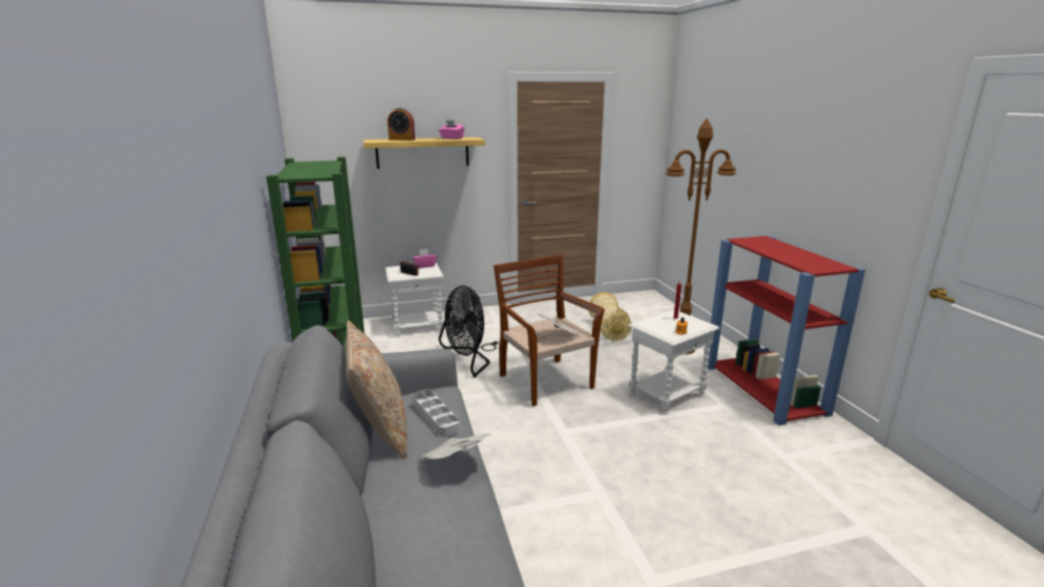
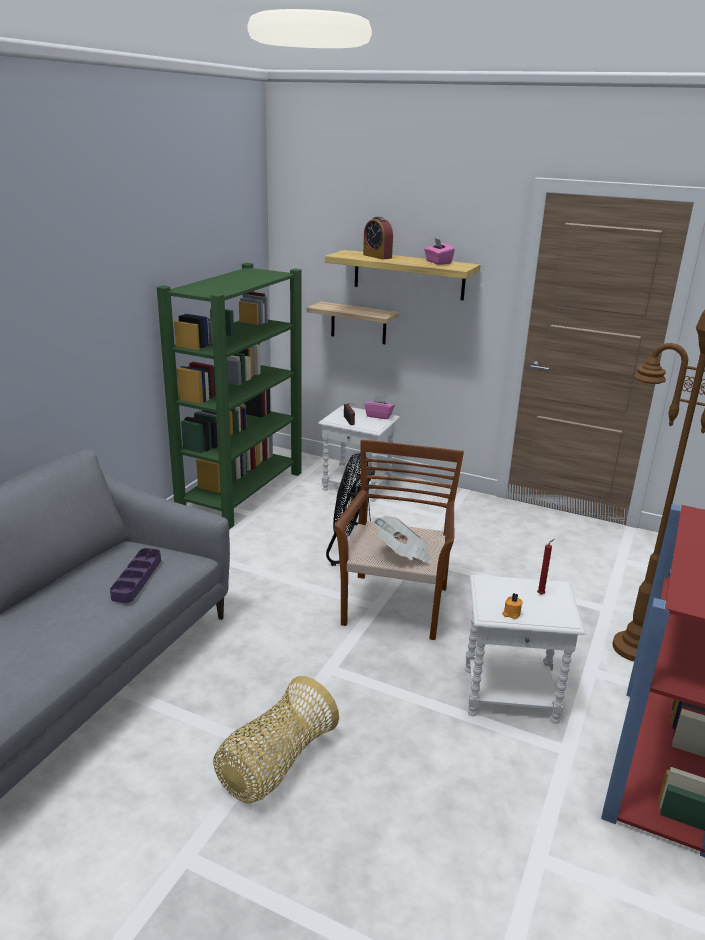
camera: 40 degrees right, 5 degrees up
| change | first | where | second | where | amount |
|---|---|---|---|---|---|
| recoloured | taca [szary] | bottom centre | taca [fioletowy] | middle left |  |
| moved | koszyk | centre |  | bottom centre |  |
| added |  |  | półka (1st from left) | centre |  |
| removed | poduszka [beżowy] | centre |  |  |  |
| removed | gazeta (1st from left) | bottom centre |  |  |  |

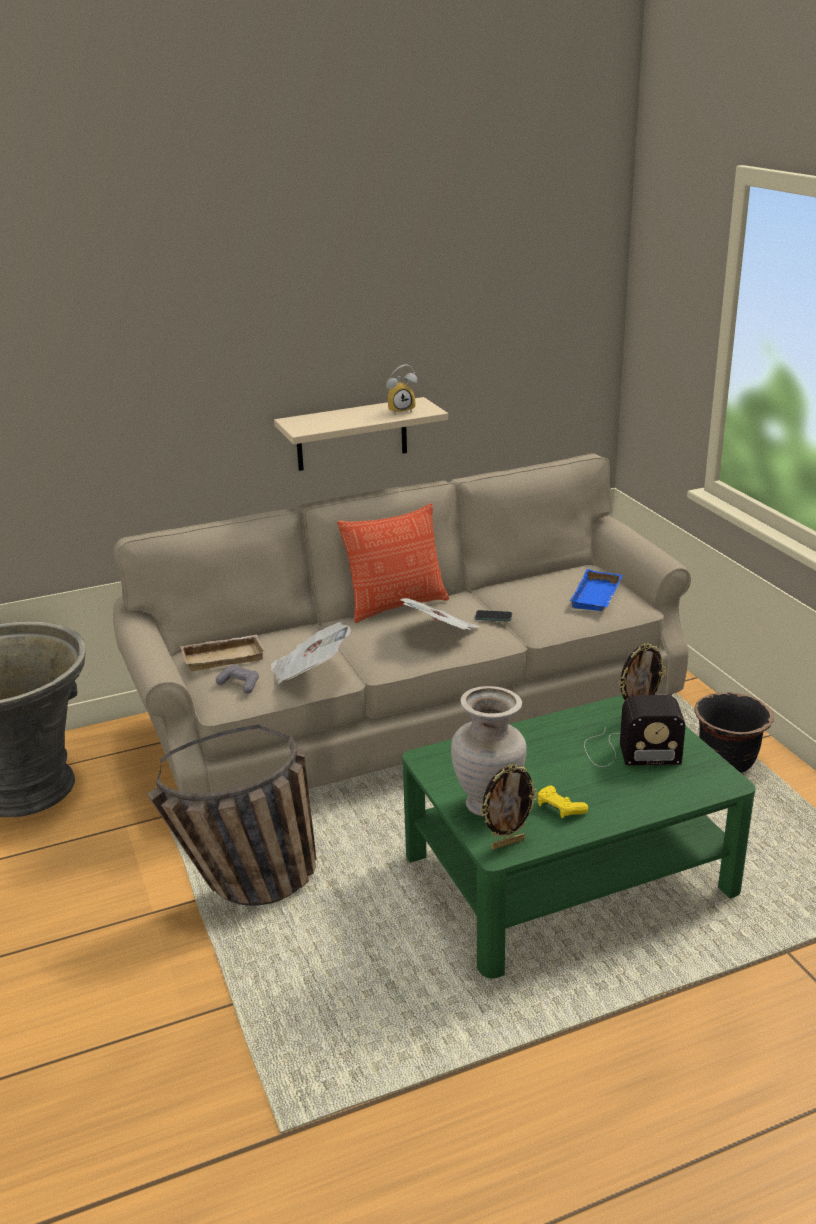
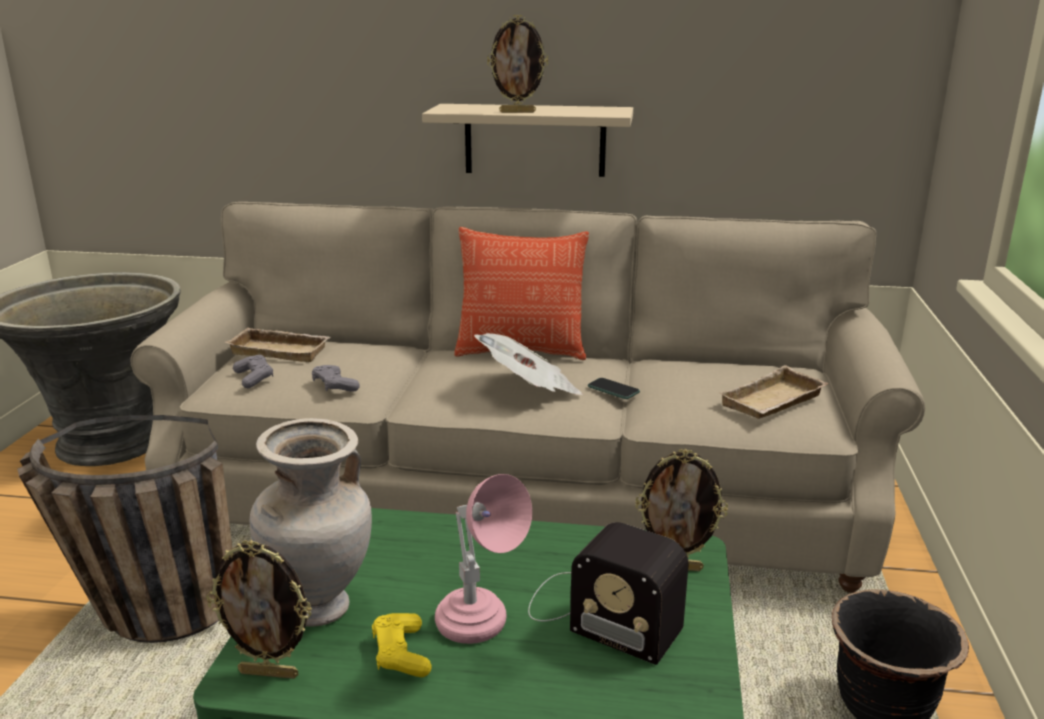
camera: 30 degrees right, 5 degrees down
| change | first | where | second | where | amount |
|---|---|---|---|---|---|
| replaced | gazeta (1st from left) | centre | pad do gier [szary] (2nd from left) | middle left |  |
| added |  |  | lampa stołowa [różowy] | bottom centre |  |
| added |  |  | ramka na zdjęcie (2nd from left) | top centre |  |
| recoloured | taca [niebieski] | middle right | taca [beżowy] (2nd from left) | middle right |  |
| removed | budzik | top centre |  |  |  |

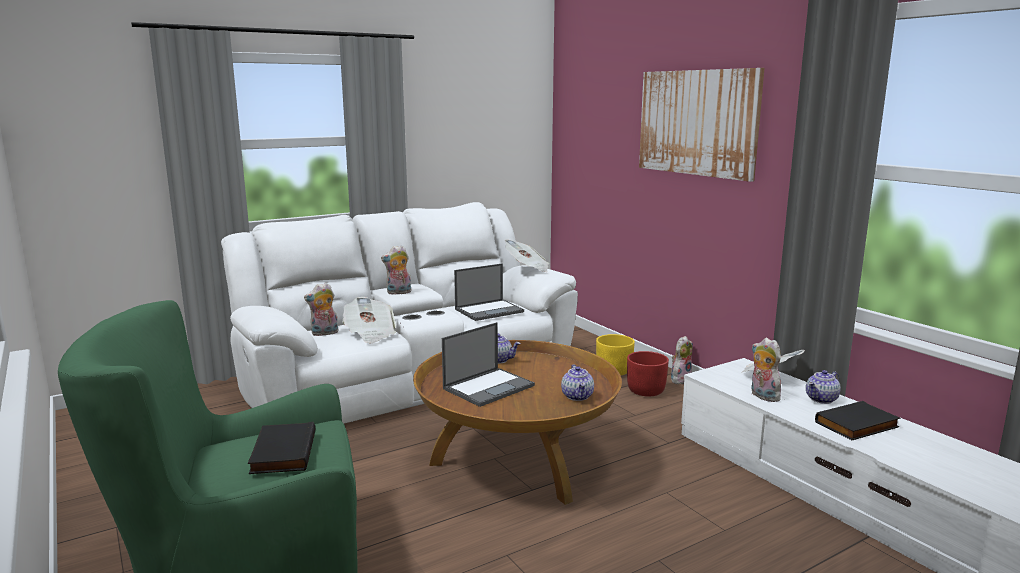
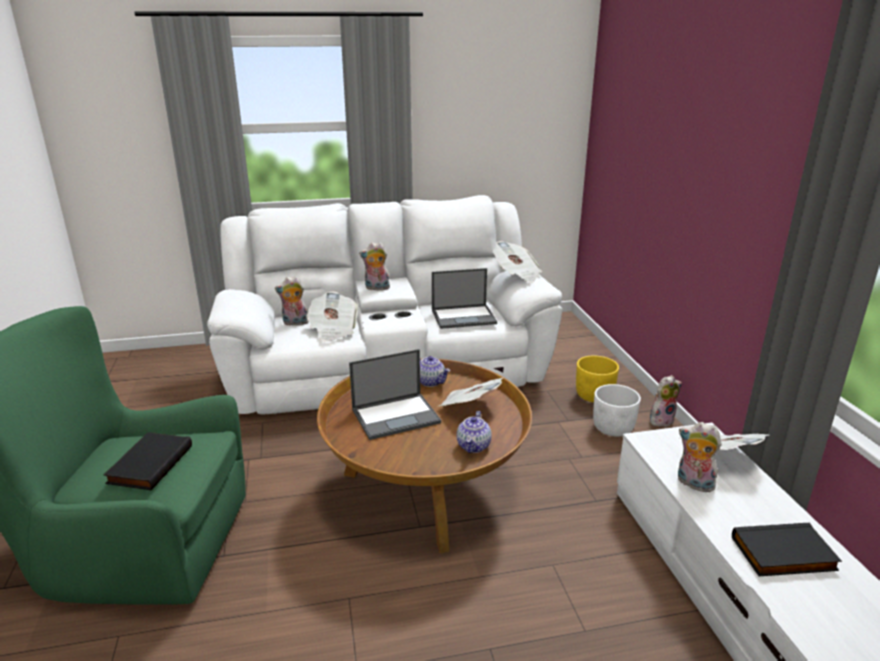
camera: 20 degrees right, 10 degrees up
| change | first | where | second | where | amount |
|---|---|---|---|---|---|
| added |  |  | gazeta (2nd from left) | centre |  |
| recoloured | donica [czerwony] | centre | donica [biały] | middle right |  |
| turned | pluszak (4th from left) | middle right |  | bottom right | 45 degrees counterclockwise |
| removed | obraz | top right |  |  |  |
| removed | imbryk (3rd from left) | bottom right |  |  |  |

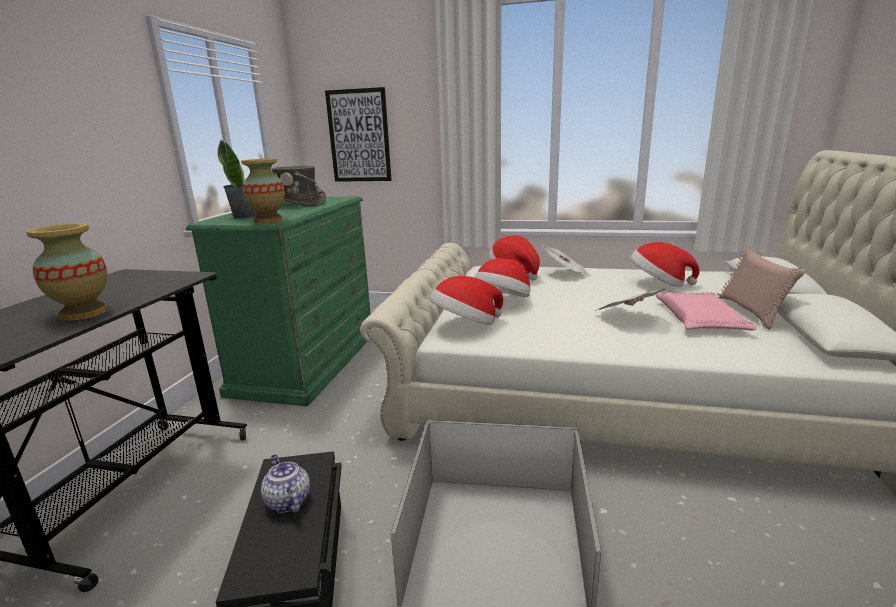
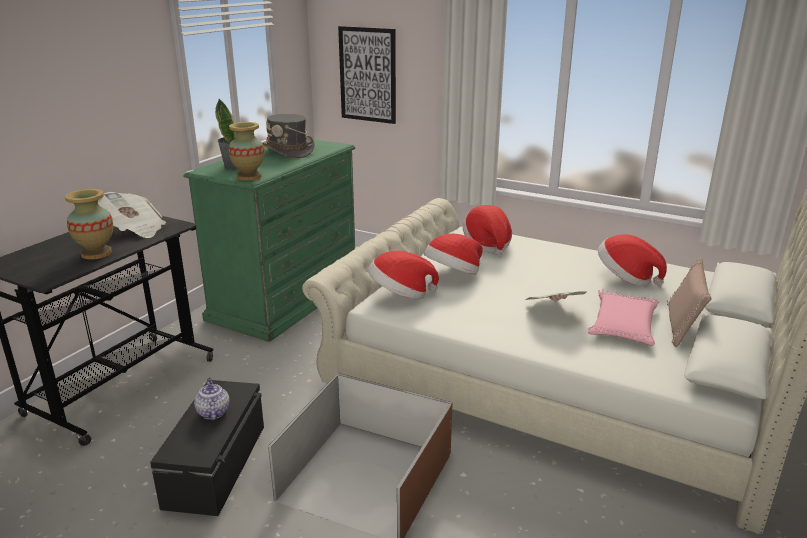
camera: 15 degrees right, 5 degrees up
| change | first | where | second | where | amount |
|---|---|---|---|---|---|
| moved | gazeta (1st from left) | centre |  | middle left |  |

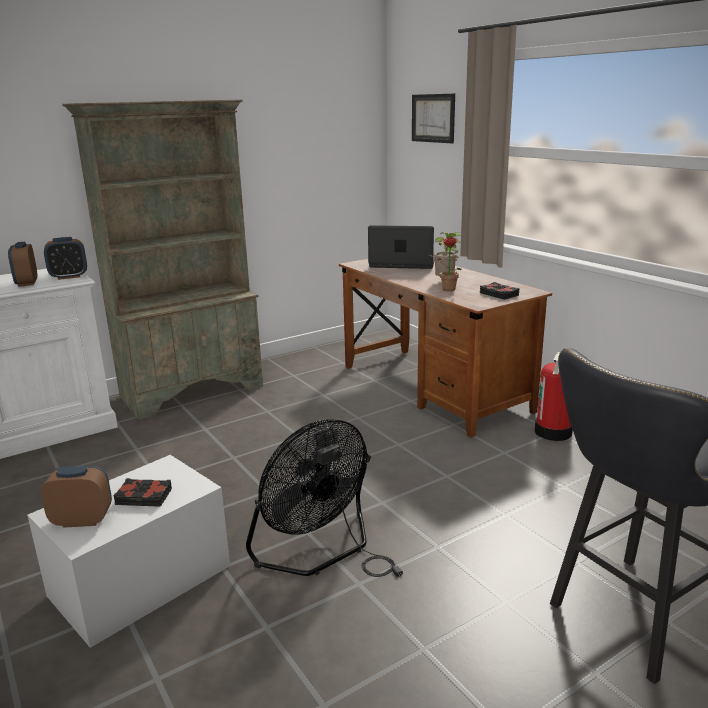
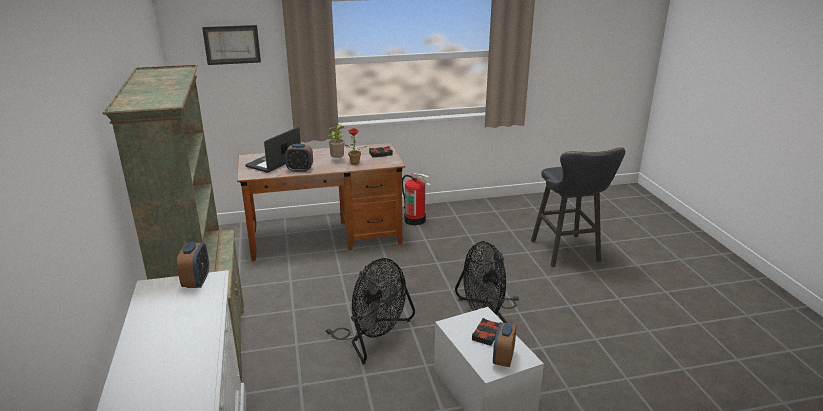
camera: 70 degrees left, 5 degrees up
| change | first | where | second | where | amount |
|---|---|---|---|---|---|
| moved | budzik (1st from left in the first image) | middle left | budzik (2nd from left) | centre |  |
| added |  |  | wentylator [czarny] (1st from left) | bottom centre |  |

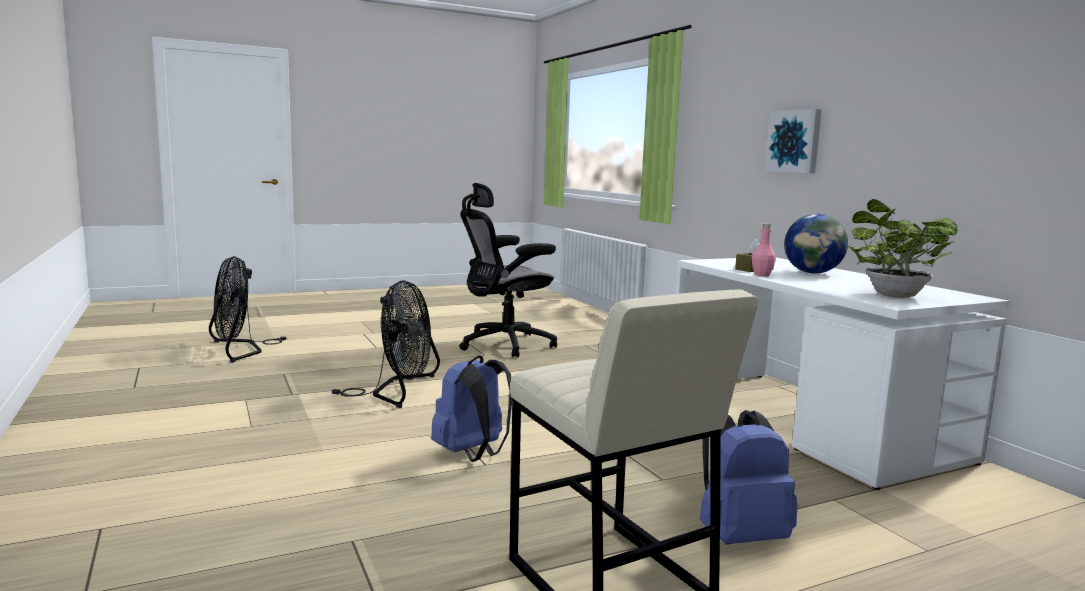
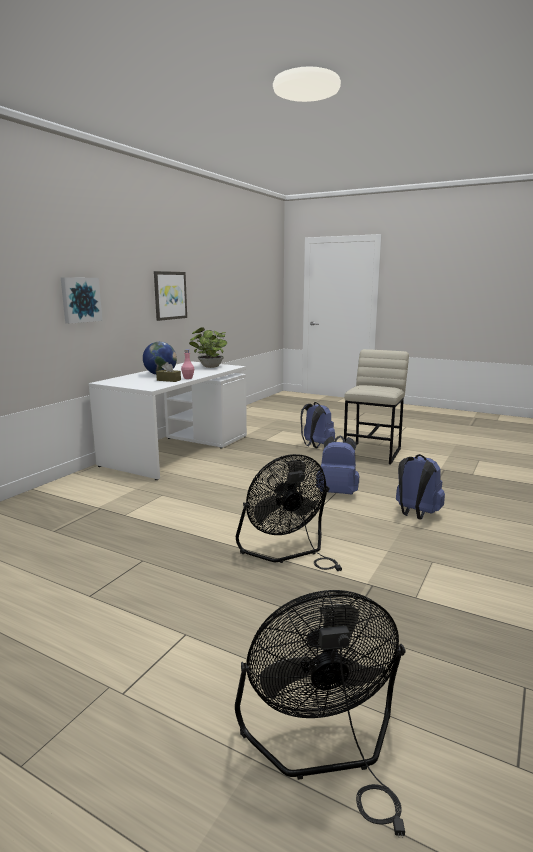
camera: 125 degrees left, 5 degrees up
| change | first | where | second | where | amount |
|---|---|---|---|---|---|
| added |  |  | obraz (2nd from left) | middle left |  |
| turned | wentylator [czarny] (1st from left in the first image) | middle left | wentylator [czarny] (2nd from left) | bottom centre | 120 degrees counterclockwise |
| added |  |  | plecak [niebieski] (3rd from left) | middle right |  |
| removed | krzesło biurowe | centre |  |  |  |

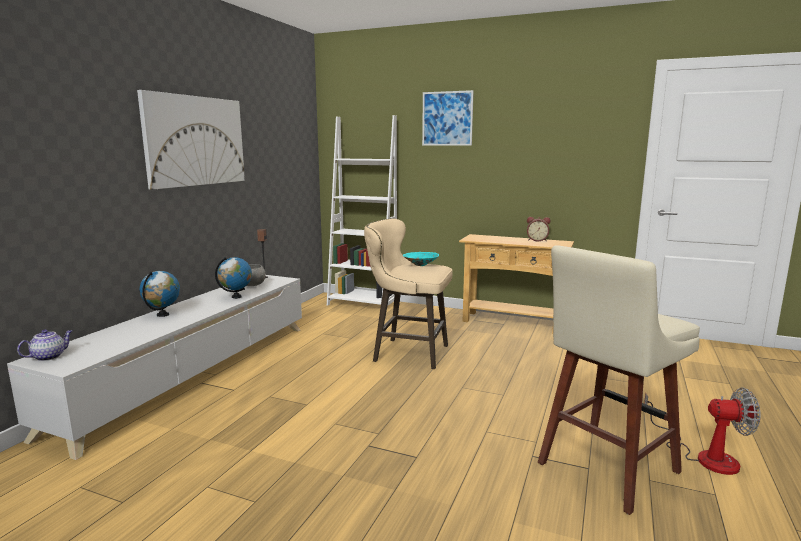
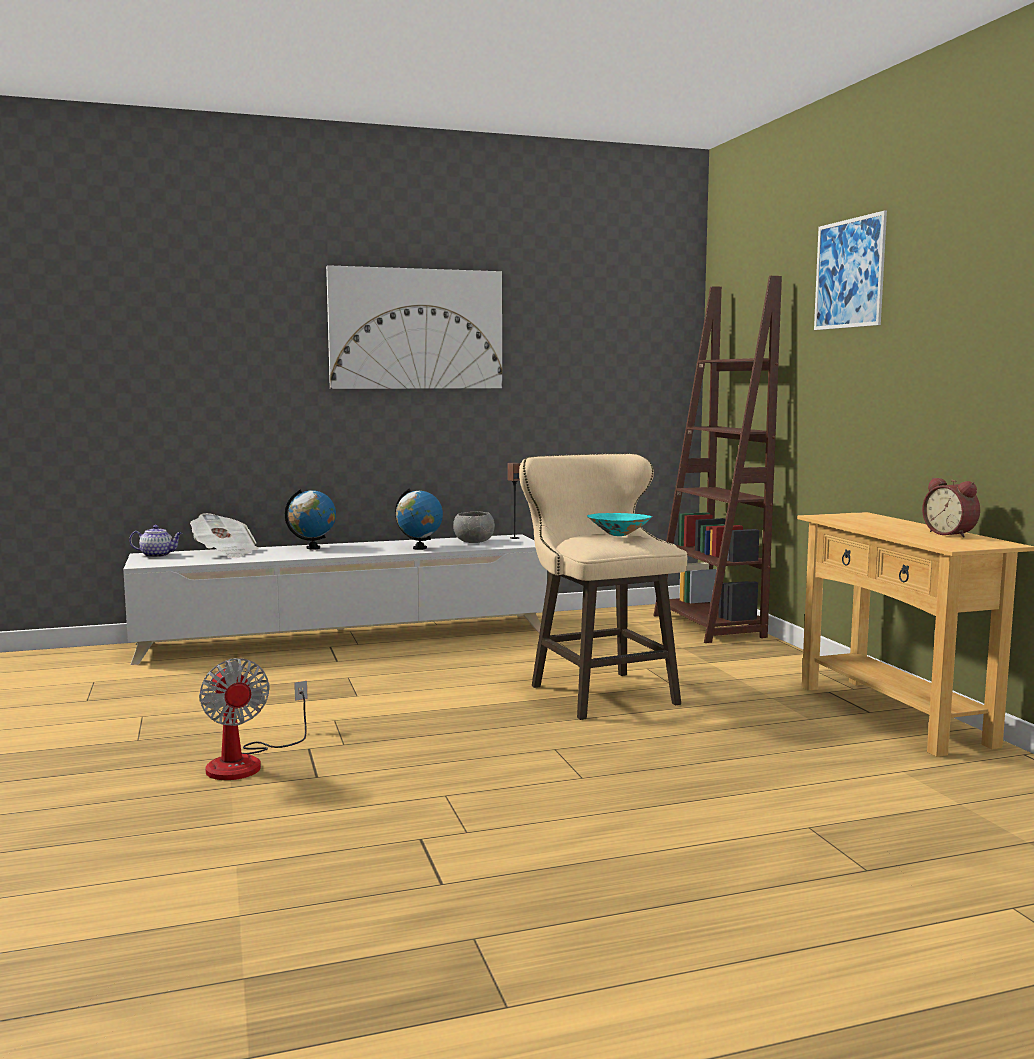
camera: 50 degrees right, 5 degrees down
| change | first | where | second | where | amount |
|---|---|---|---|---|---|
| added |  |  | gazeta | middle left |  |
| moved | wentylator | bottom right |  | bottom left |  |
| recoloured | regał [biały] | centre | regał [brązowy] | middle right |  |
| removed | stołek [beżowy] (2nd from left) | bottom right |  |  |  |

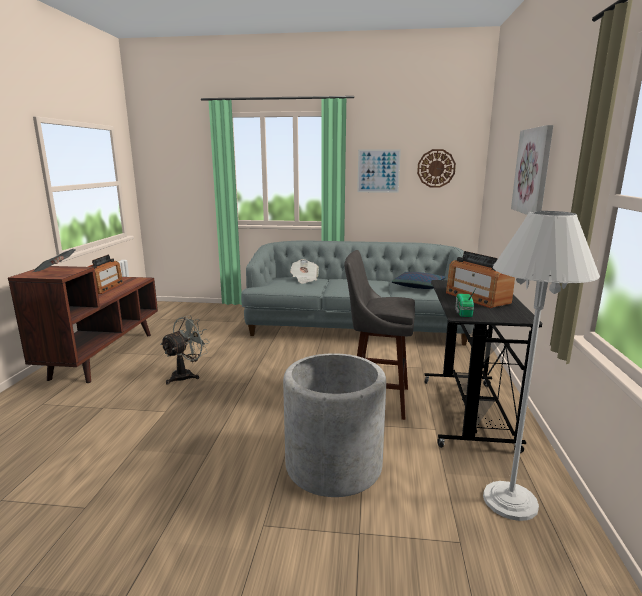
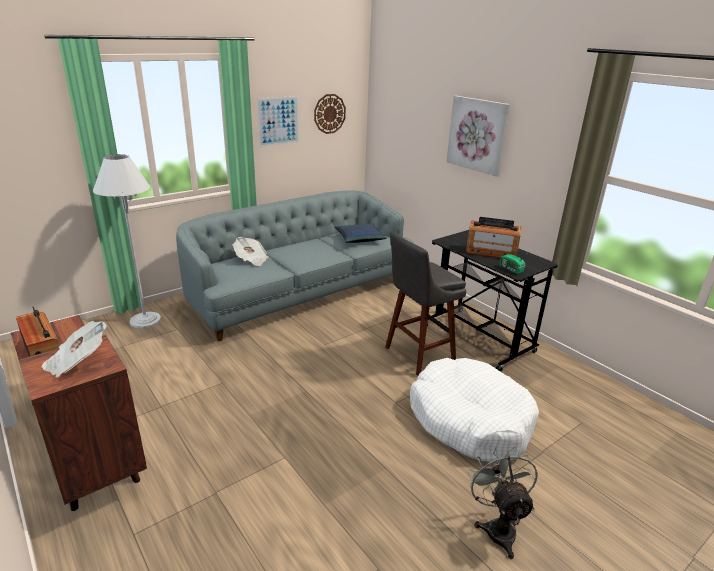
camera: 45 degrees left, 10 degrees up
| change | first | where | second | where | amount |
|---|---|---|---|---|---|
| moved | lampa stojąca [biały] | middle right |  | middle left |  |
| replaced | donica [szary] | bottom centre | legowisko [biały] | bottom centre |  |
| moved | wentylator [szary] | middle left |  | bottom right |  |

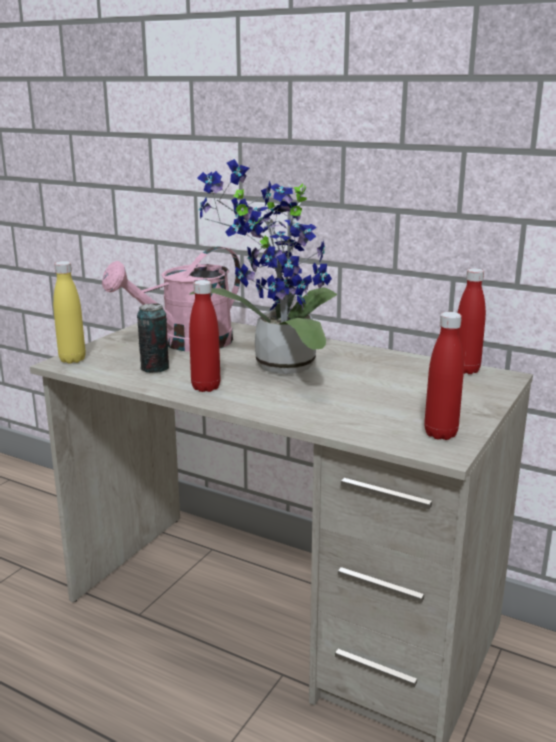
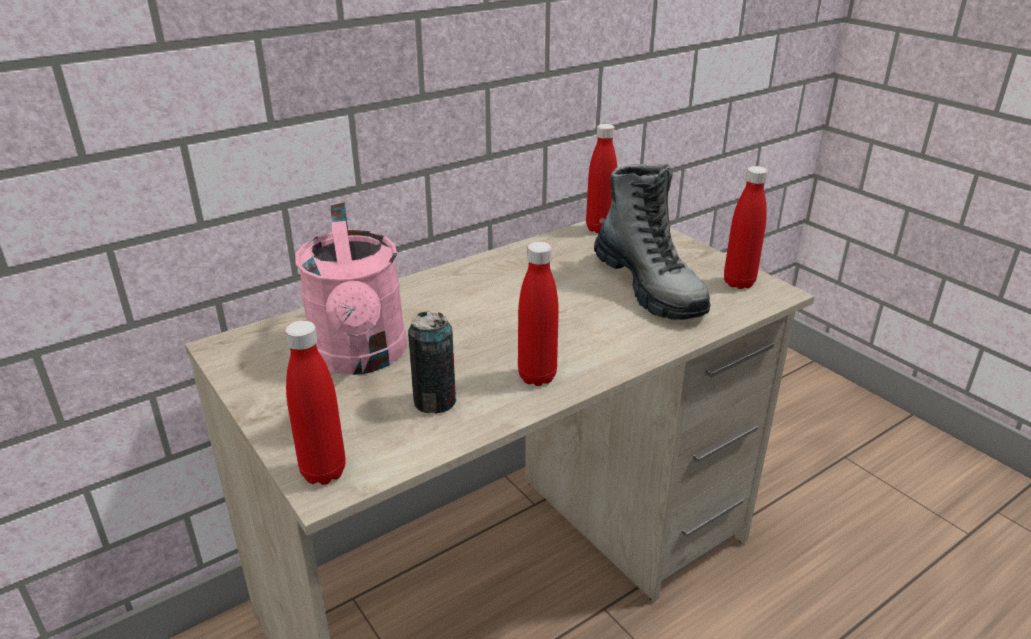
camera: 65 degrees left, 10 degrees up
| change | first | where | second | where | amount |
|---|---|---|---|---|---|
| recoloured | butelka [żółty] | middle left | butelka [czerwony] (1st from left) | middle left |  |
| added |  |  | but z cholewką | centre |  |
| removed | roślina doniczkowa | centre |  |  |  |

